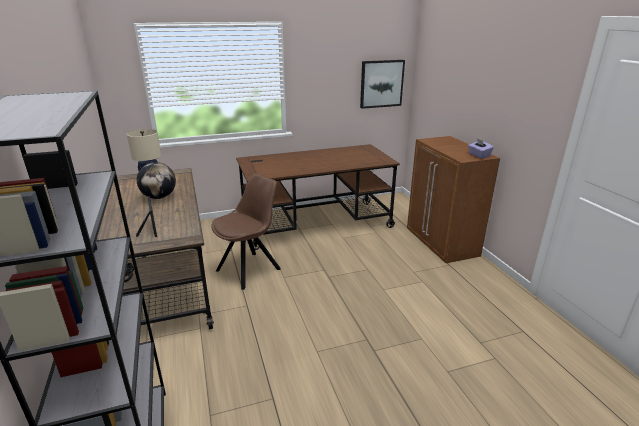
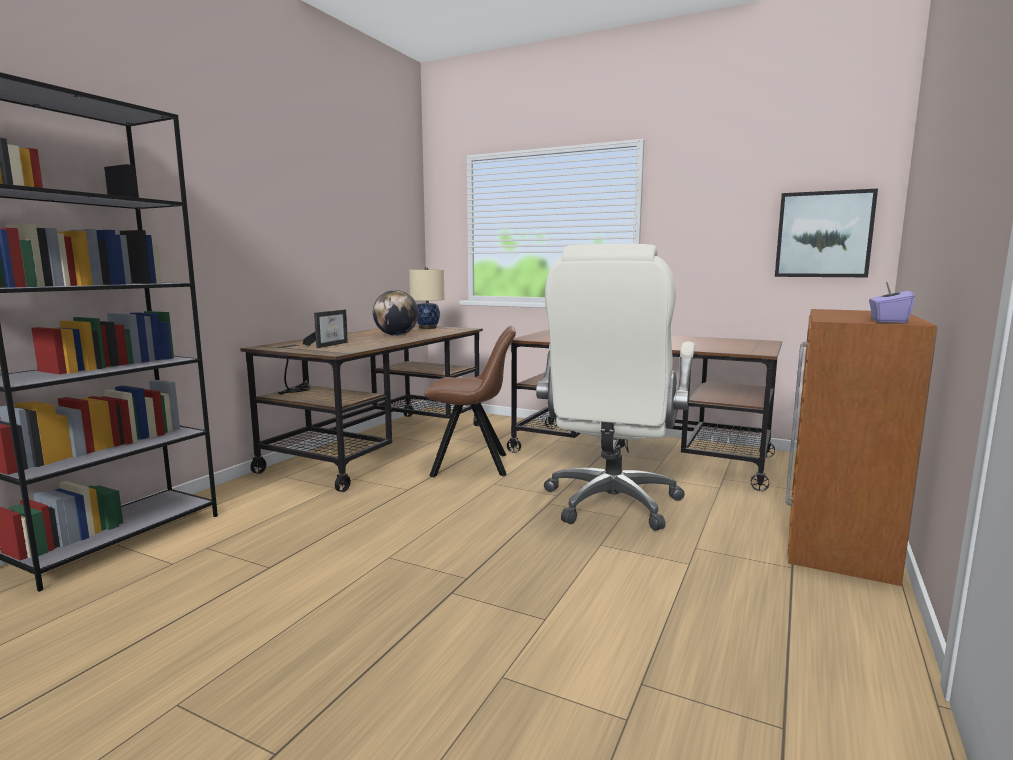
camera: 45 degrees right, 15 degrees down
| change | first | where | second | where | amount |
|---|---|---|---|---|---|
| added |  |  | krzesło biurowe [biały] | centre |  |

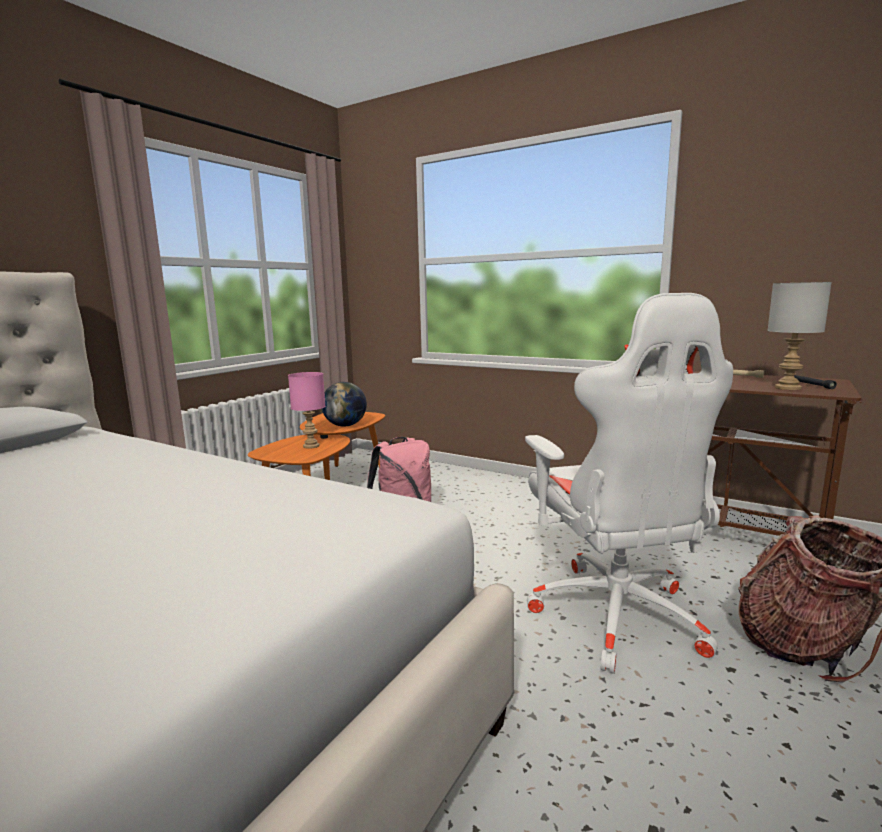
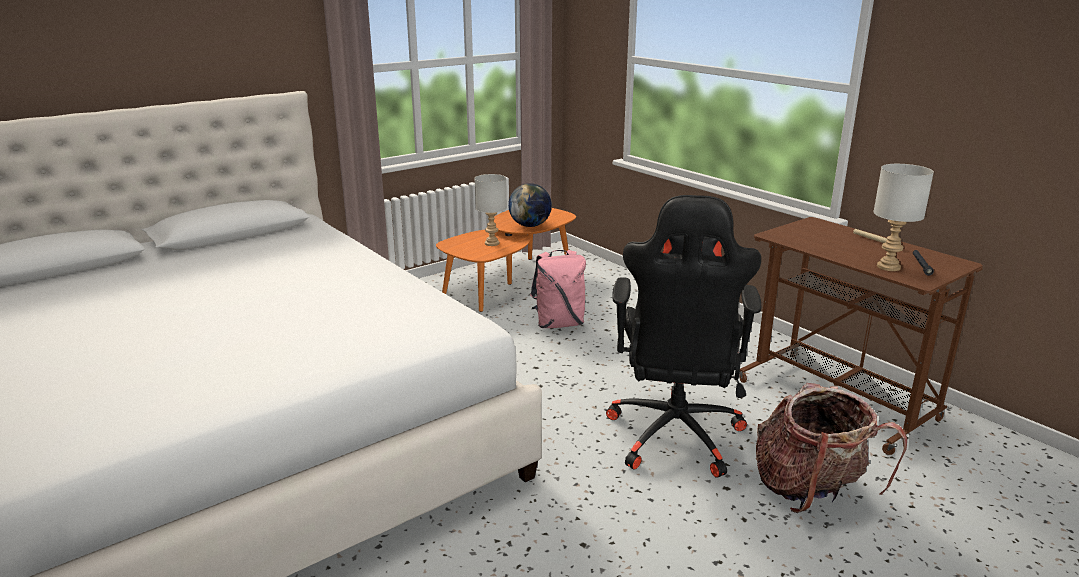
camera: 20 degrees right, 10 degrees up
| change | first | where | second | where | amount |
|---|---|---|---|---|---|
| recoloured | lampa stołowa [różowy] | centre | lampa stołowa [szary] (1st from left) | centre |  |
| recoloured | krzesło biurowe [biały] | middle right | krzesło biurowe [czarny] | centre |  |

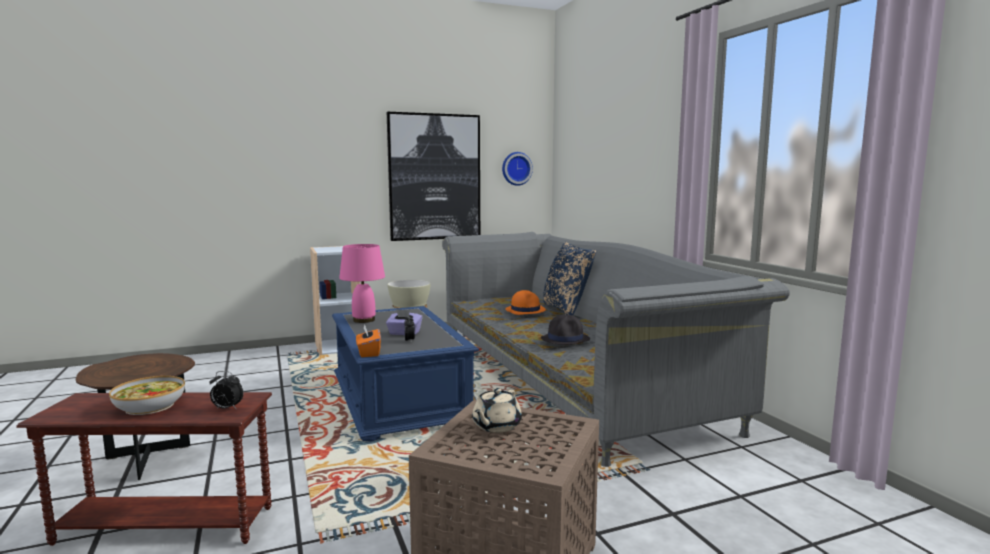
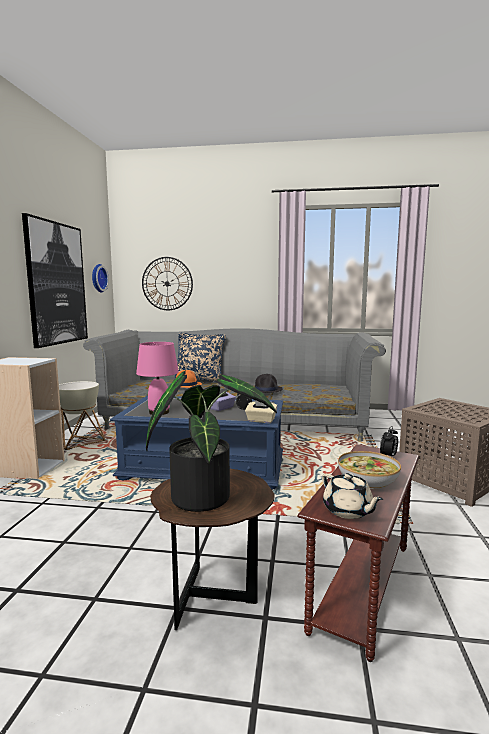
camera: 60 degrees left, 0 degrees up
| change | first | where | second | where | amount |
|---|---|---|---|---|---|
| added |  |  | zegar ścienny (2nd from left) | centre |  |
| added |  |  | roślina doniczkowa | centre |  |
| recoloured | pudełko chusteczek [pomarańczowy] | centre | pudełko chusteczek [beżowy] | centre |  |
| moved | imbryk [beżowy] | bottom centre |  | bottom right |  |

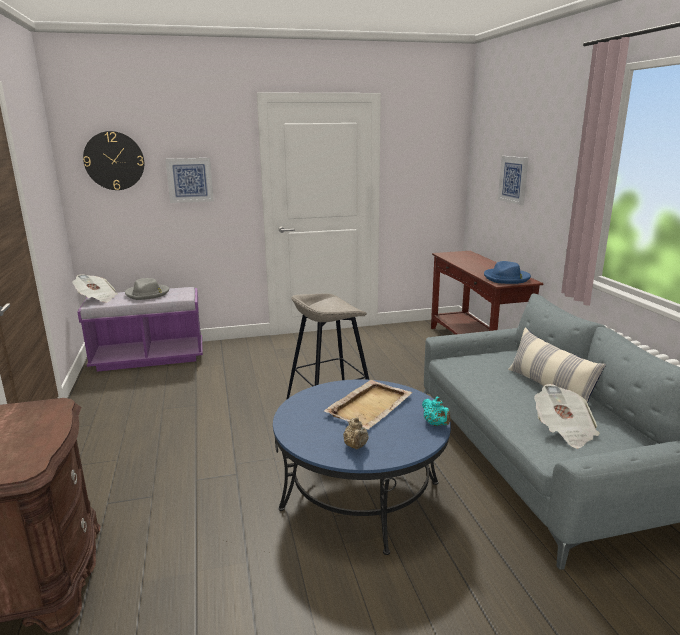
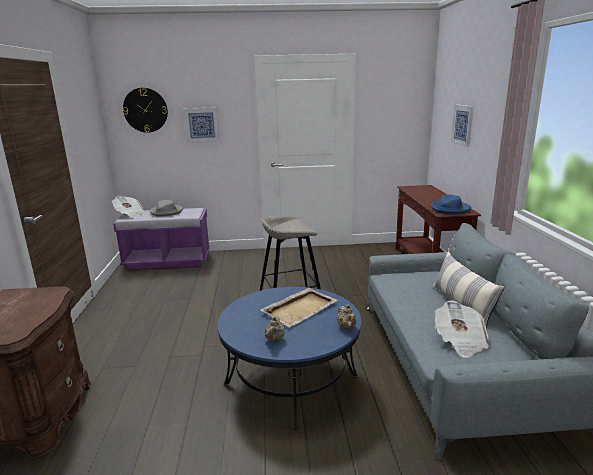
camera: 10 degrees right, 0 degrees up
| change | first | where | second | where | amount |
|---|---|---|---|---|---|
| recoloured | imbryk [turkusowy] | centre | imbryk [beżowy] (2nd from left) | bottom centre |  |

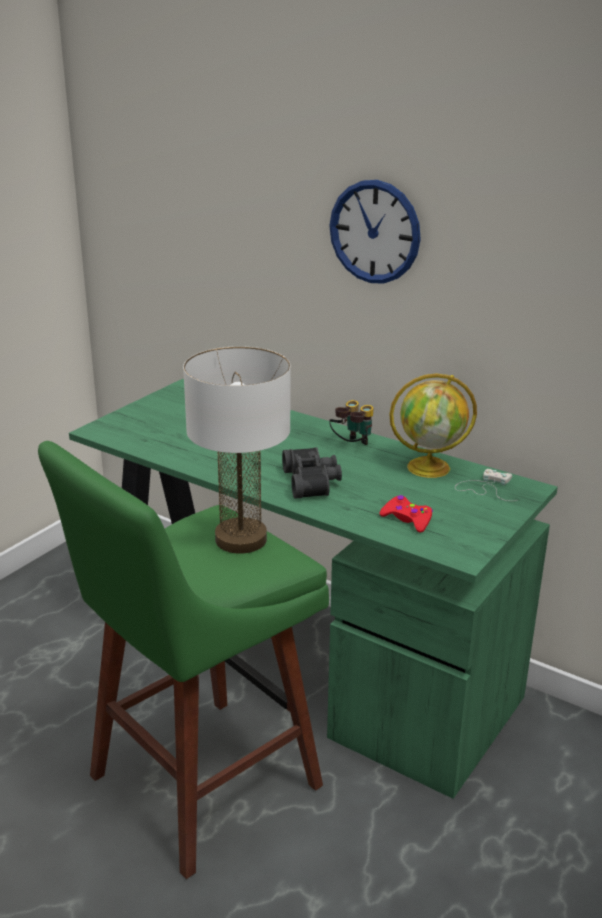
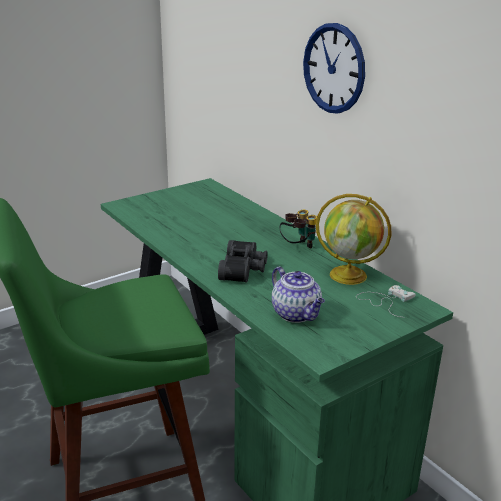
camera: 20 degrees right, 0 degrees up
| change | first | where | second | where | amount |
|---|---|---|---|---|---|
| replaced | pad do gier [czerwony] | middle right | imbryk | centre |  |
| removed | lampa stołowa | centre |  |  |  |

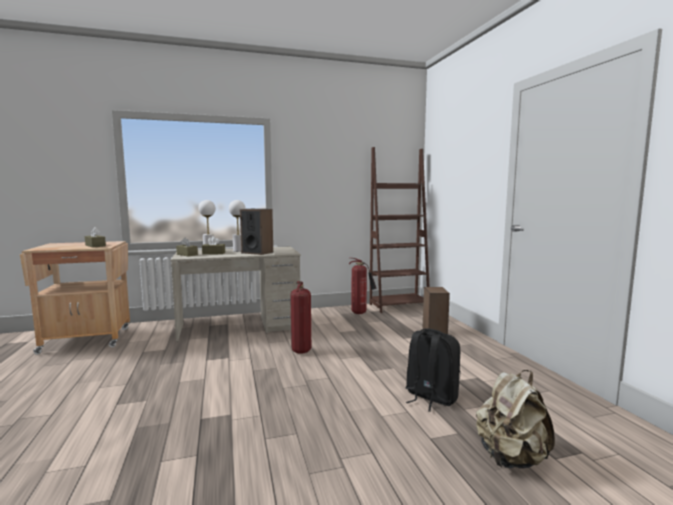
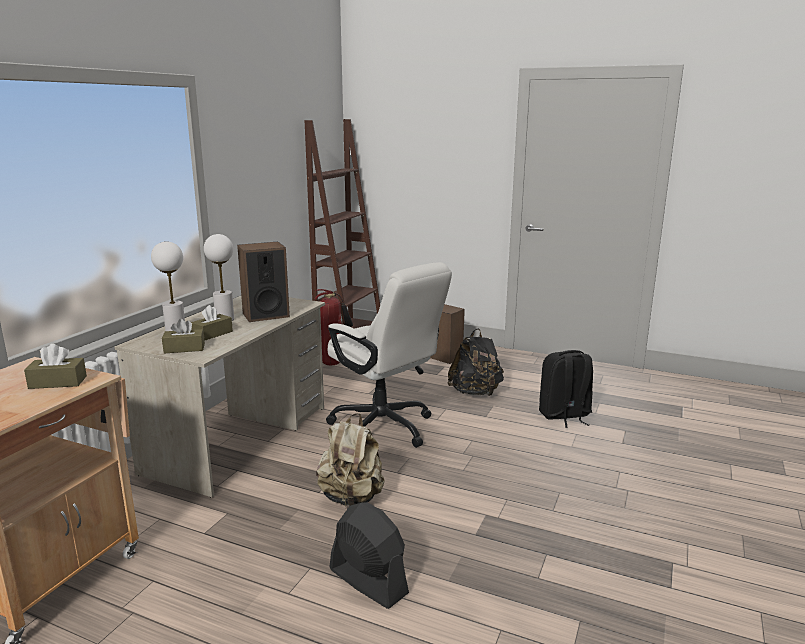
camera: 50 degrees left, 10 degrees up
| change | first | where | second | where | amount |
|---|---|---|---|---|---|
| moved | plecak [beżowy] | bottom right |  | bottom centre |  |
| replaced | gaśnica (1st from left) | centre | krzesło biurowe [biały] | centre |  |
| added |  |  | wentylator [czarny] | bottom centre |  |
| added |  |  | plecak [czarny] (1st from left) | centre |  |

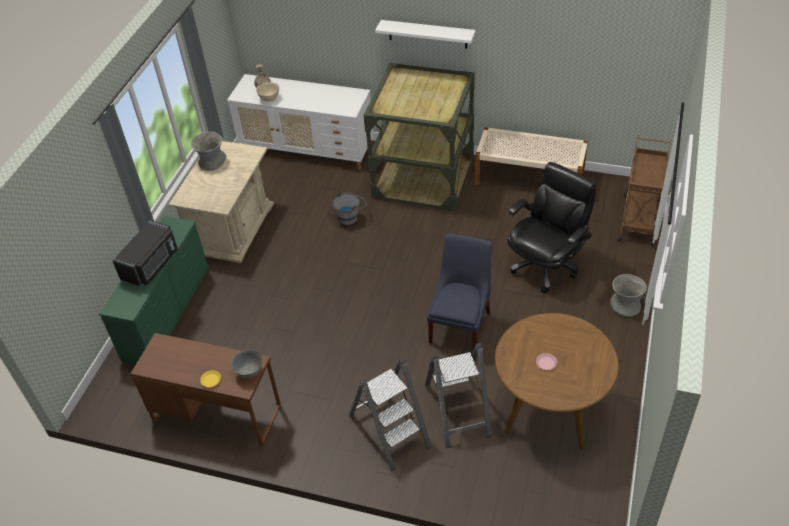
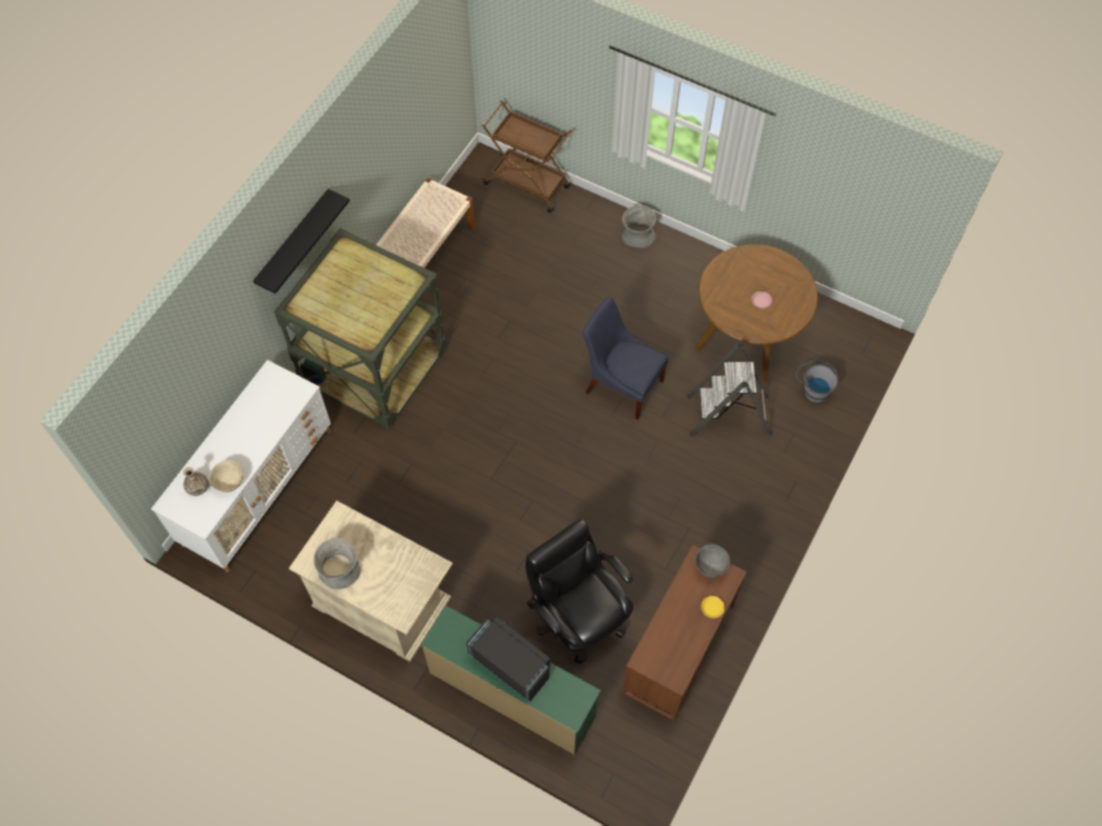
camera: 80 degrees left, 15 degrees up
| change | first | where | second | where | amount |
|---|---|---|---|---|---|
| recoloured | półka [biały] | top centre | półka [czarny] | top left |  |
| moved | krzesło biurowe [czarny] | middle right |  | bottom centre |  |
| moved | wiadro [szary] | centre |  | middle right |  |
| removed | drabinka [szary] (1st from left) | bottom centre |  |  |  |

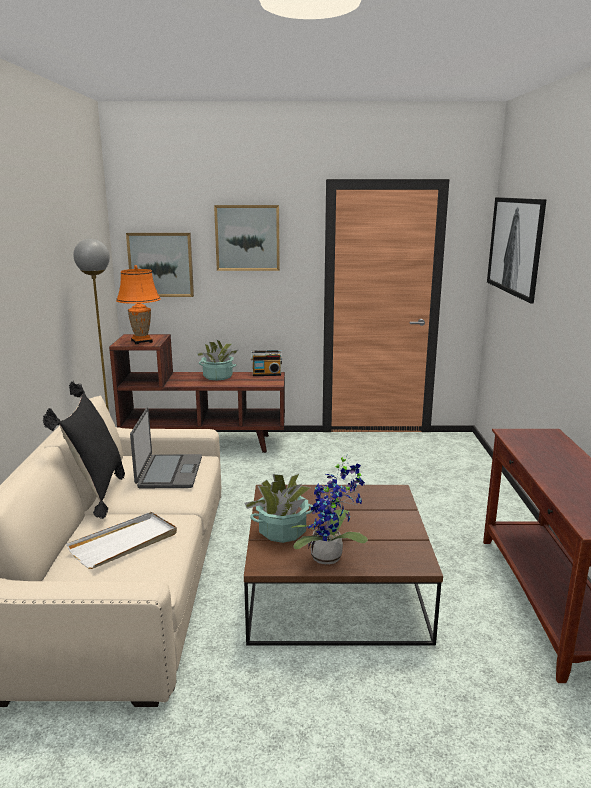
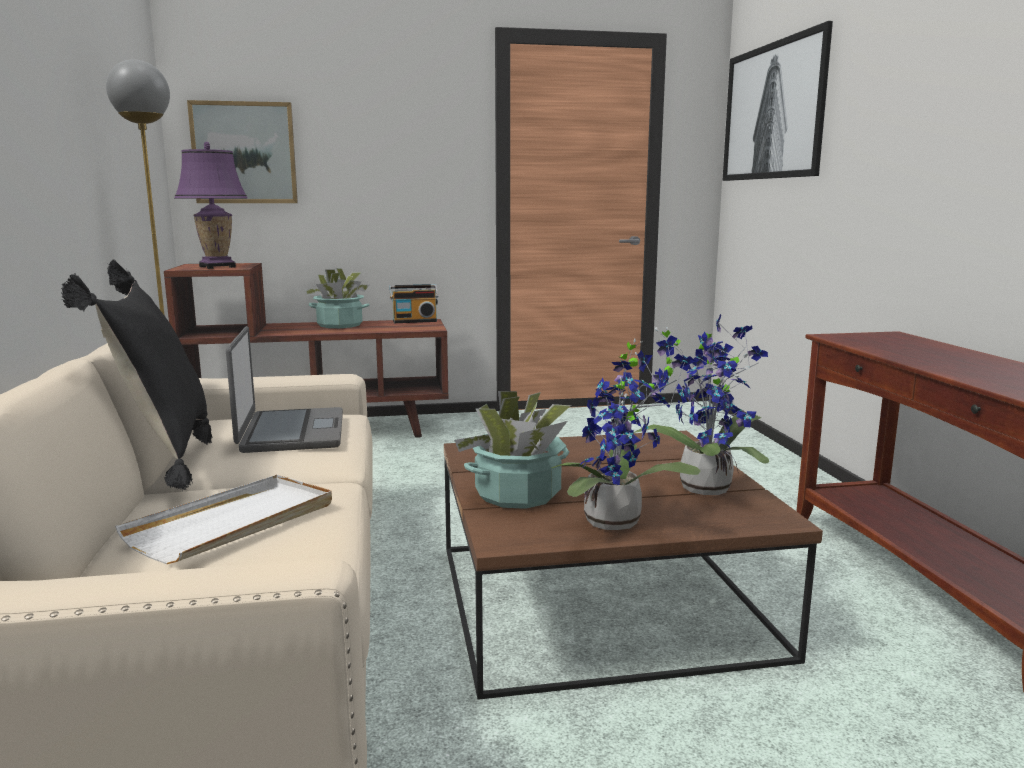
camera: 10 degrees left, 5 degrees down
| change | first | where | second | where | amount |
|---|---|---|---|---|---|
| recoloured | lampa stołowa [pomarańczowy] | middle left | lampa stołowa [fioletowy] | top left |  |
| added |  |  | roślina doniczkowa (4th from left) | middle right |  |
| removed | obraz (2nd from left) | top centre |  |  |  |

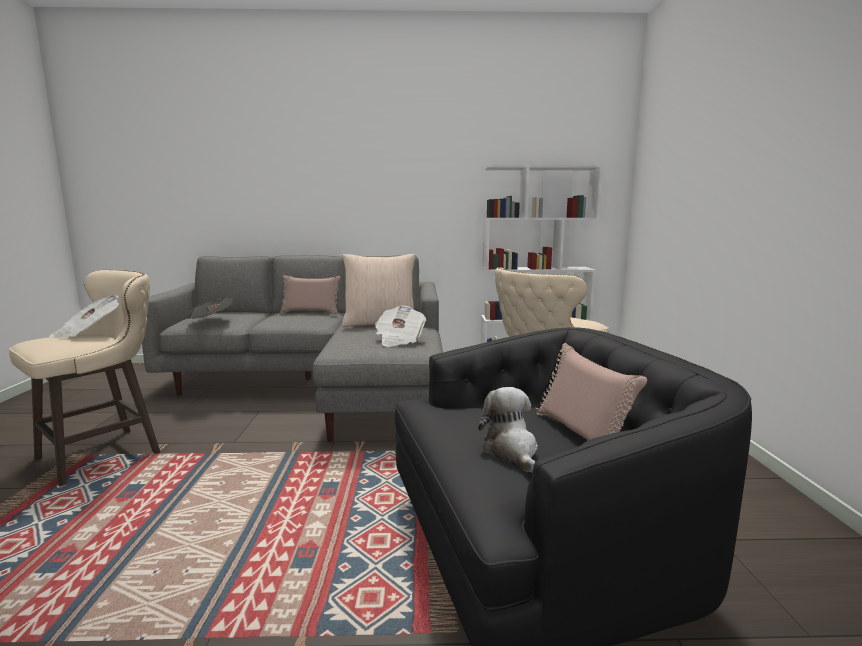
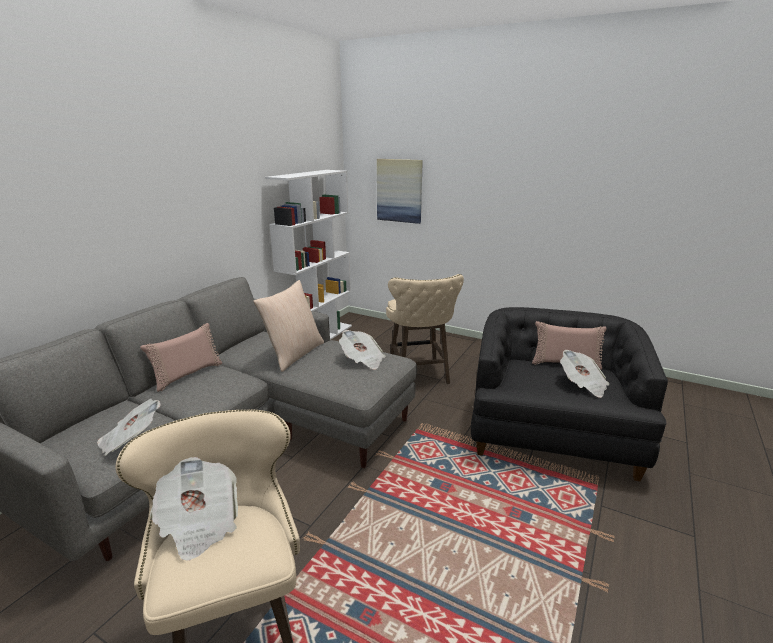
camera: 60 degrees left, 10 degrees up
| change | first | where | second | where | amount |
|---|---|---|---|---|---|
| added |  |  | obraz | top centre |  |
| replaced | pluszak | centre | gazeta (4th from left) | middle right |  |

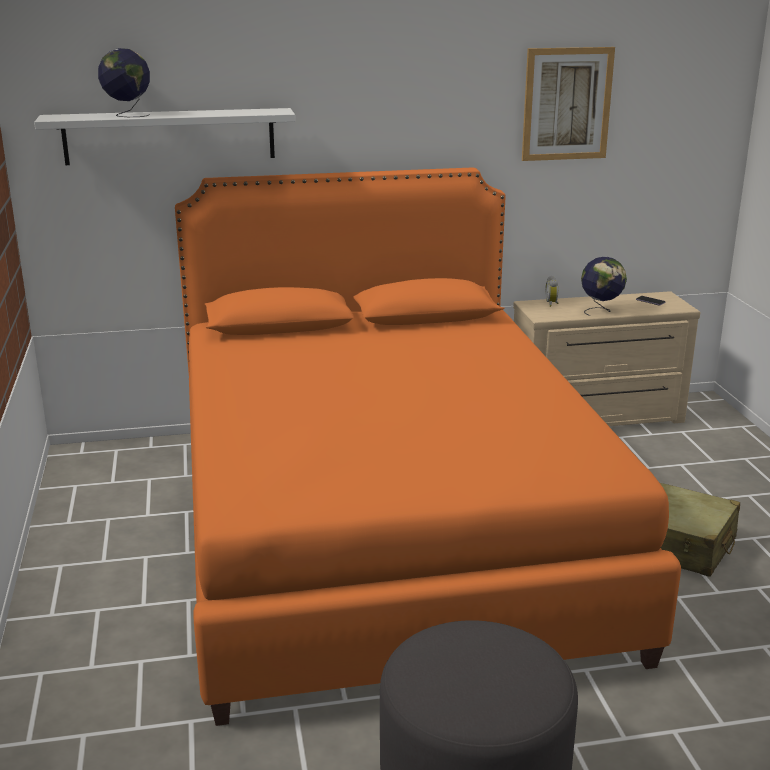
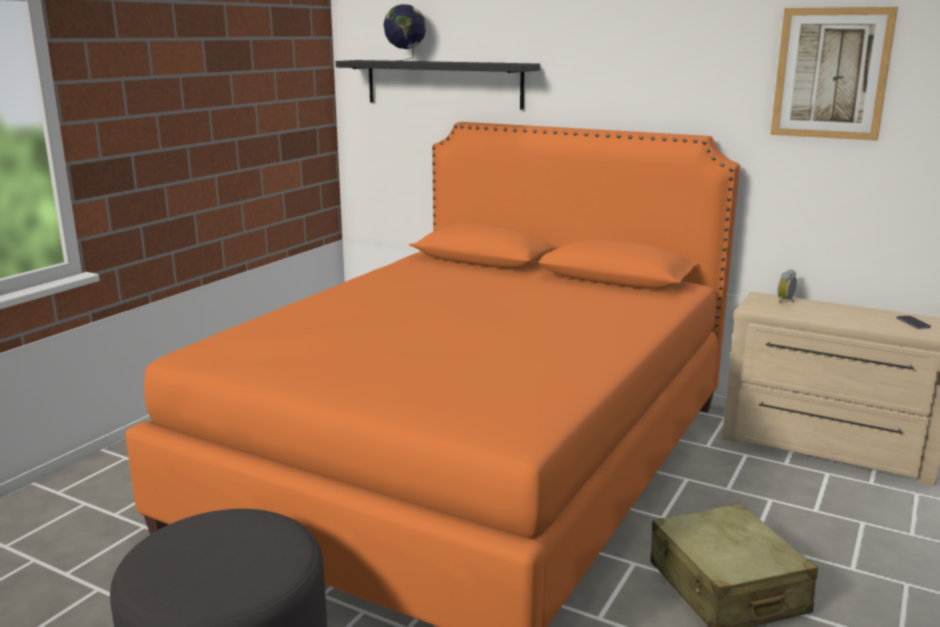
camera: 40 degrees right, 5 degrees down
| change | first | where | second | where | amount |
|---|---|---|---|---|---|
| recoloured | półka [biały] | top left | półka [czarny] | top centre |  |
| removed | globus (2nd from left) | middle right |  |  |  |

